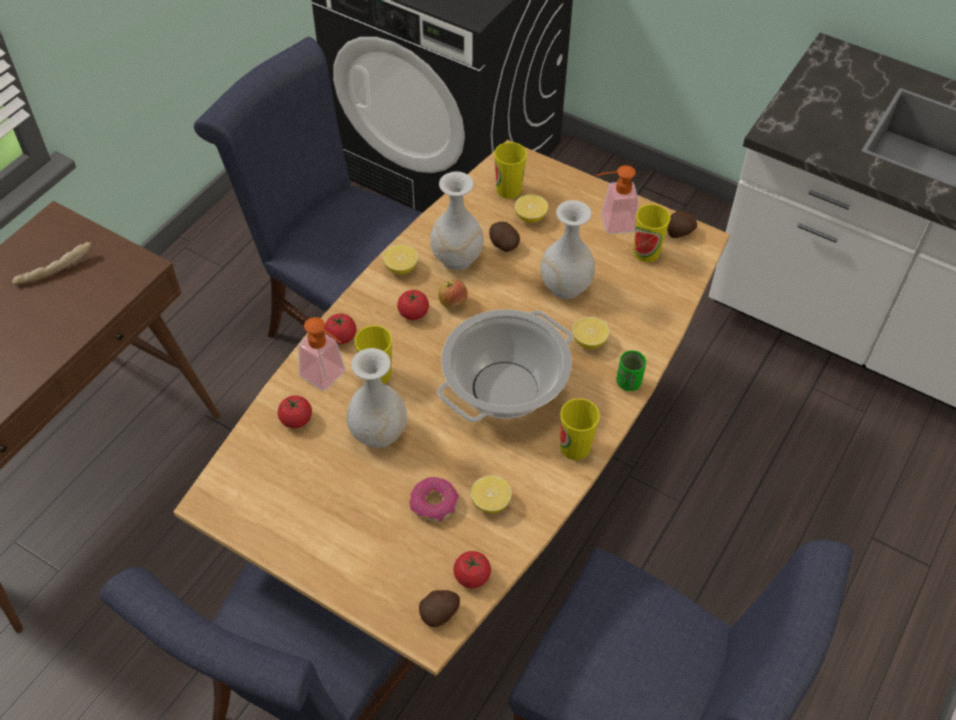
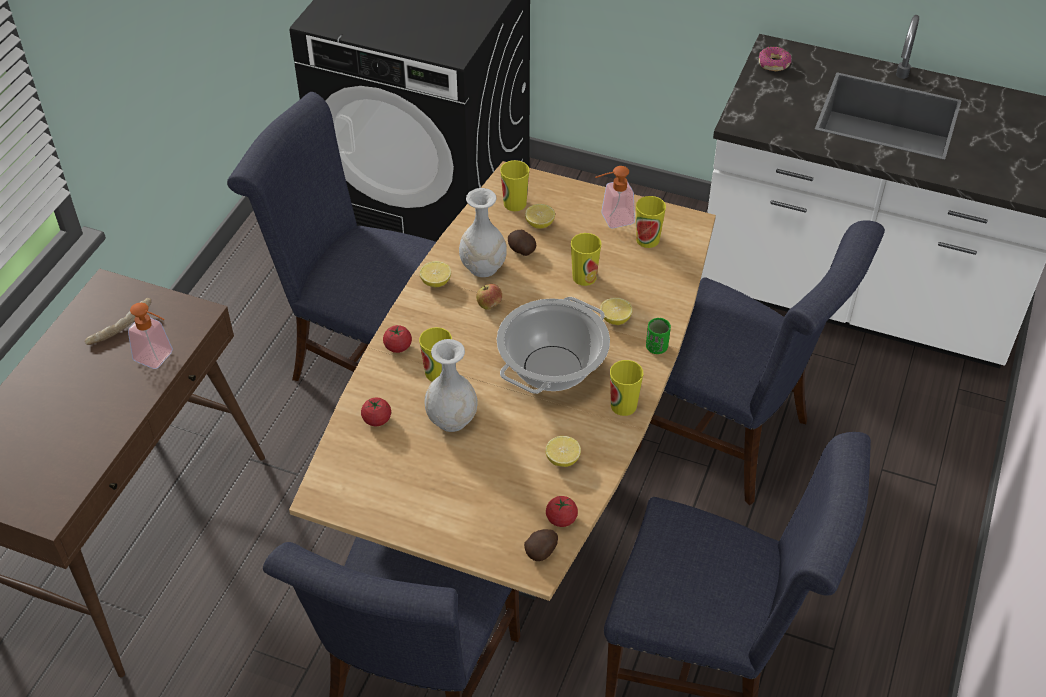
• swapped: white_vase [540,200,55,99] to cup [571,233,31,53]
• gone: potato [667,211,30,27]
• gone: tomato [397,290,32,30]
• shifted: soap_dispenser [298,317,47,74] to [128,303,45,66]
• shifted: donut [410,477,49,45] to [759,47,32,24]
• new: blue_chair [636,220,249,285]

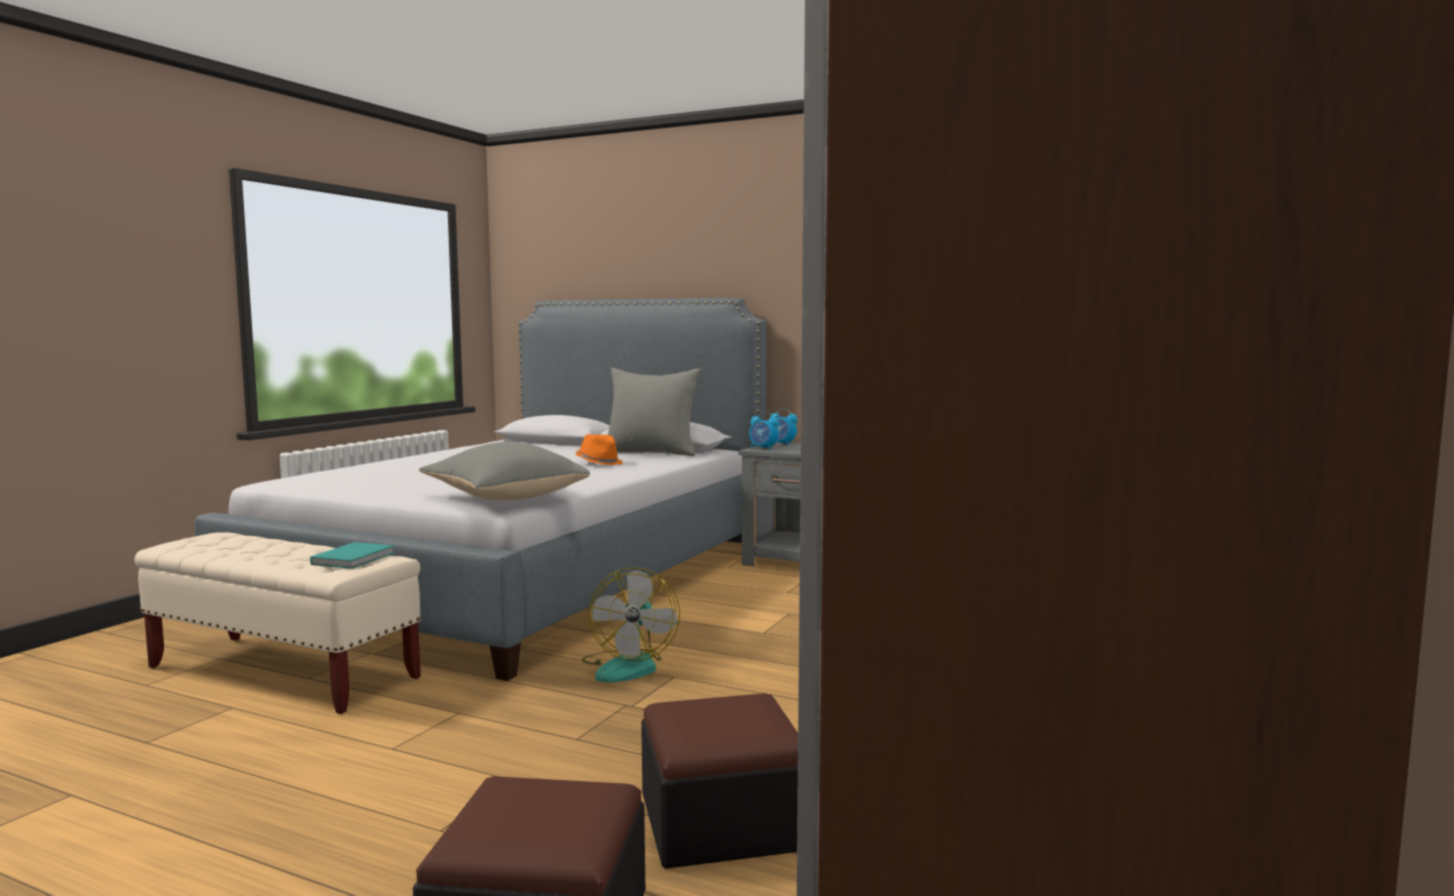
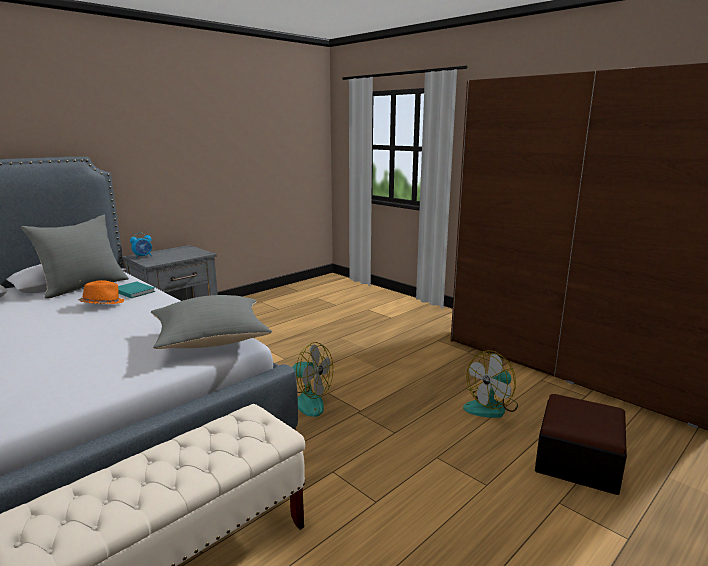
• gone: alarm_clock [749,411,30,39]
• shifted: turquoise_book [310,542,84,27] to [118,281,37,17]
• swapped: ottoman [641,693,157,176] to fan [463,350,55,68]

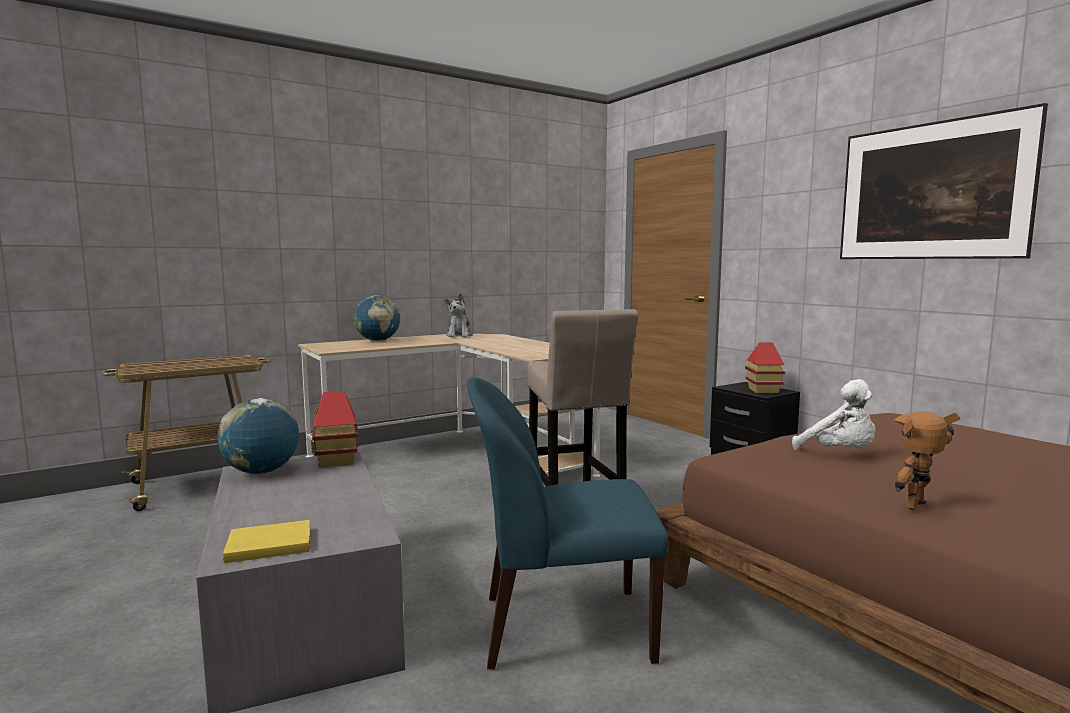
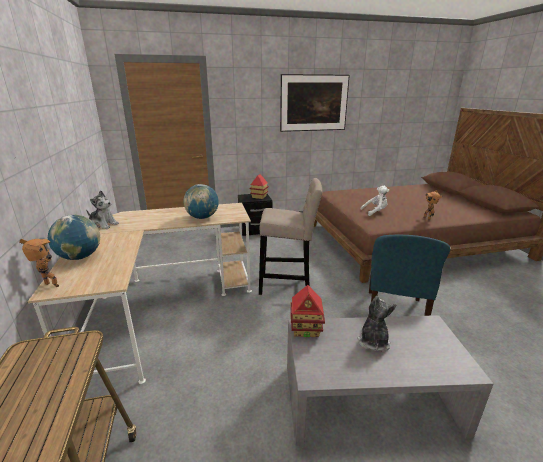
• shifted: globe [218,398,81,76] to [183,184,36,35]
• gone: yellow_book [223,520,87,43]
• new: toy_robot [19,239,40,48]
• new: plush_toy [357,296,40,56]

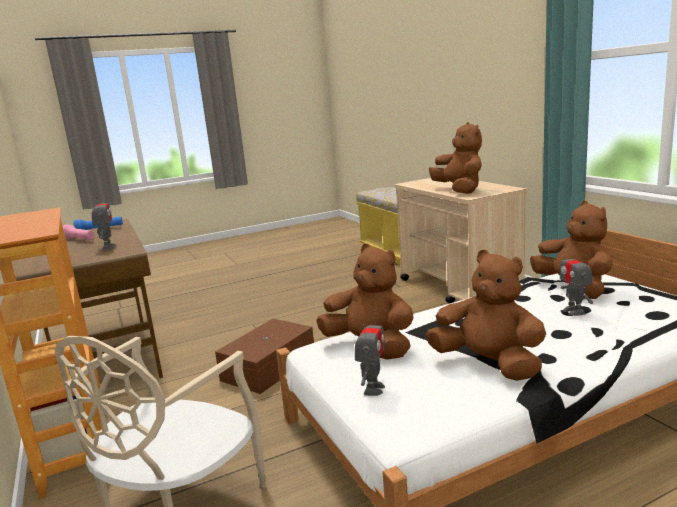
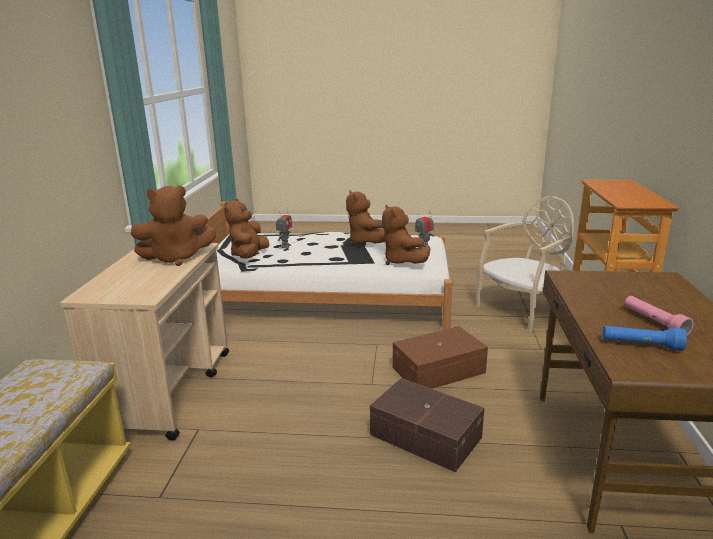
• rotated: brown_plush_toy [429,122,53,72] = [131,186,85,80] 120 degrees counterclockwise
• gone: toy_robot [92,194,25,56]
• new: brown_storage_box [370,378,114,94]

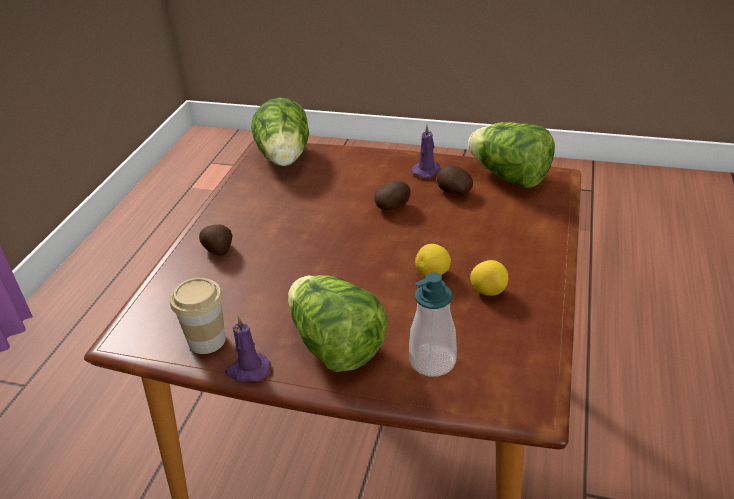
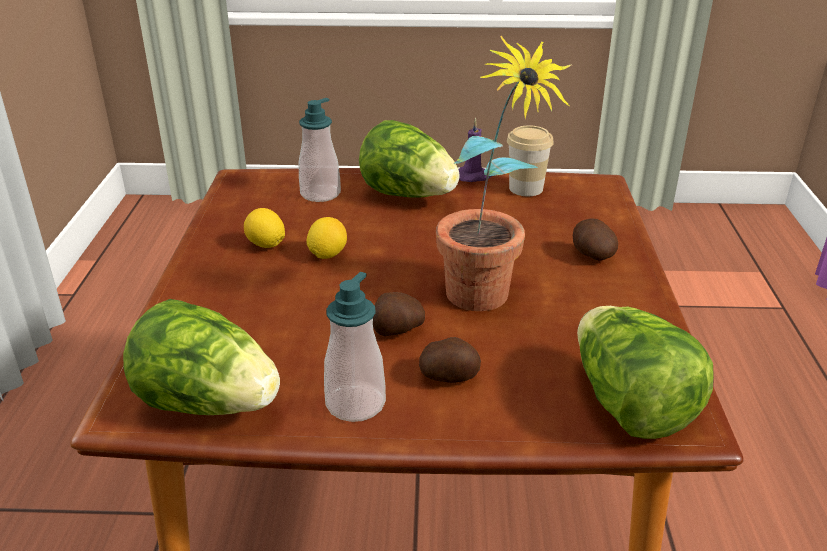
• swapped: purple_candle [412,124,29,54] to soap_dispenser [324,272,62,150]
• shifted: potato [437,165,36,30] to [419,337,62,46]
• new: potted_plant [436,36,135,275]

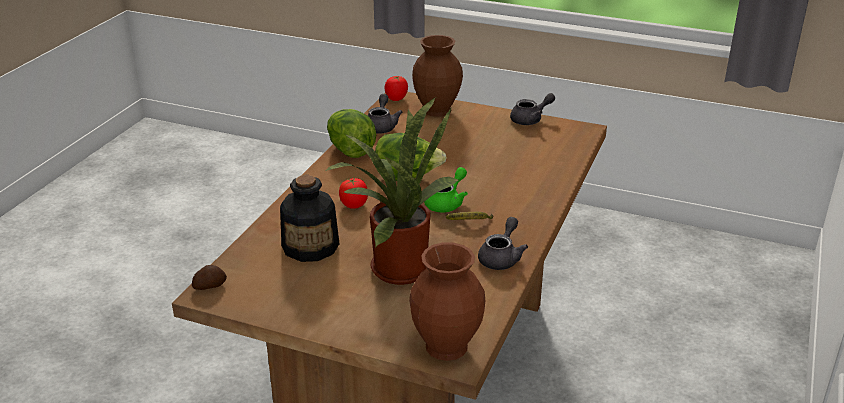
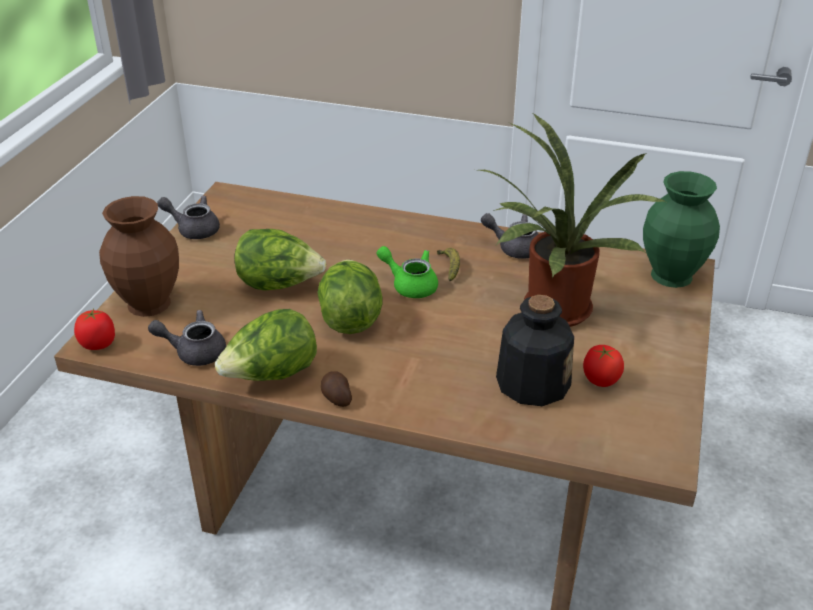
• rotated: grey_teapot [510,93,45,32] = [157,195,63,44] 45 degrees counterclockwise
• shifted: tomato [339,177,29,32] to [583,345,41,42]
• repainted: brown_vase [409,242,76,119] to green_vase [643,171,77,117]
• shifted: potato [192,265,35,25] to [321,371,31,36]
• new: lettuce [234,229,92,61]

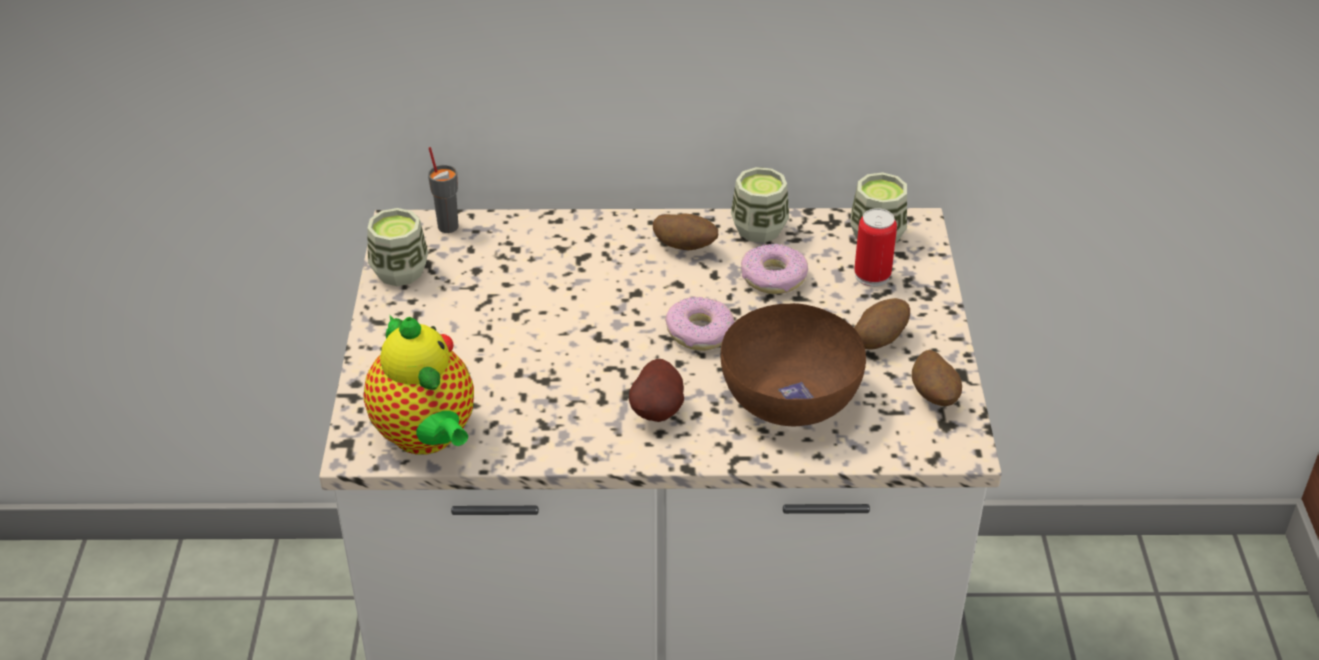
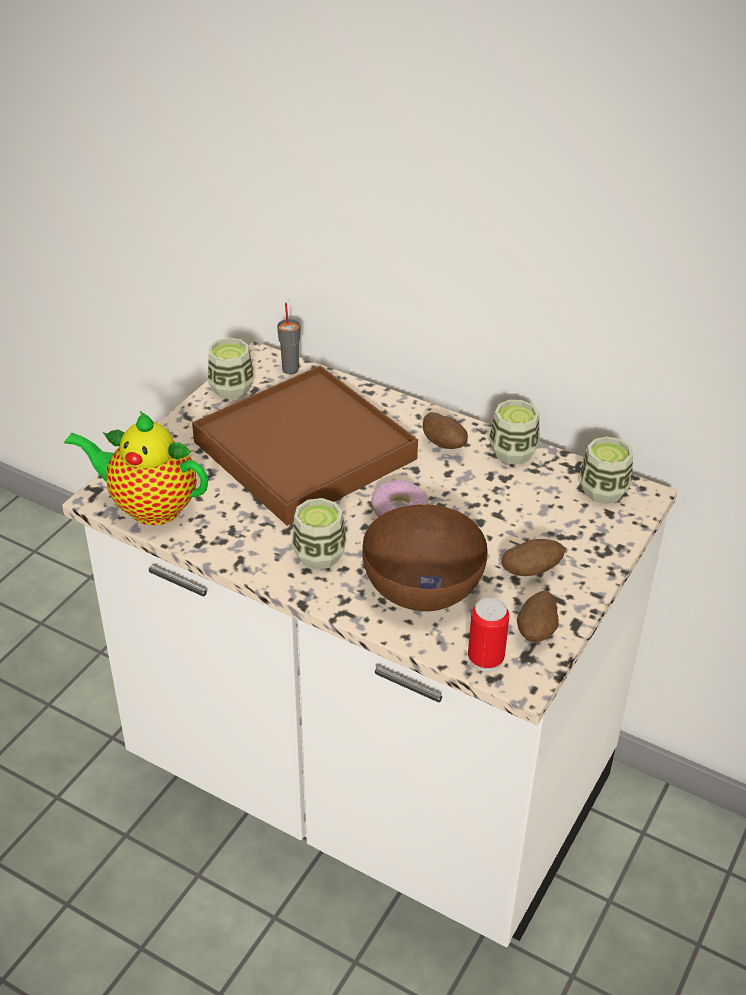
• shifted: can [854,208,43,79] to [468,597,41,75]
• gone: donut [741,243,67,51]
• rotated: teapot [364,315,110,140] = [64,411,144,114] 105 degrees clockwise
• swapped: potato [629,359,55,63] to cup [291,498,55,71]
• new: brown_tray [192,365,226,161]

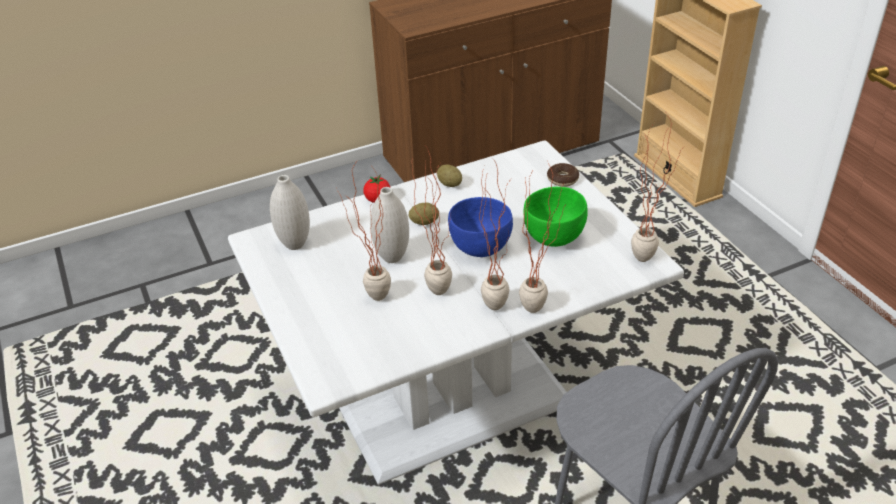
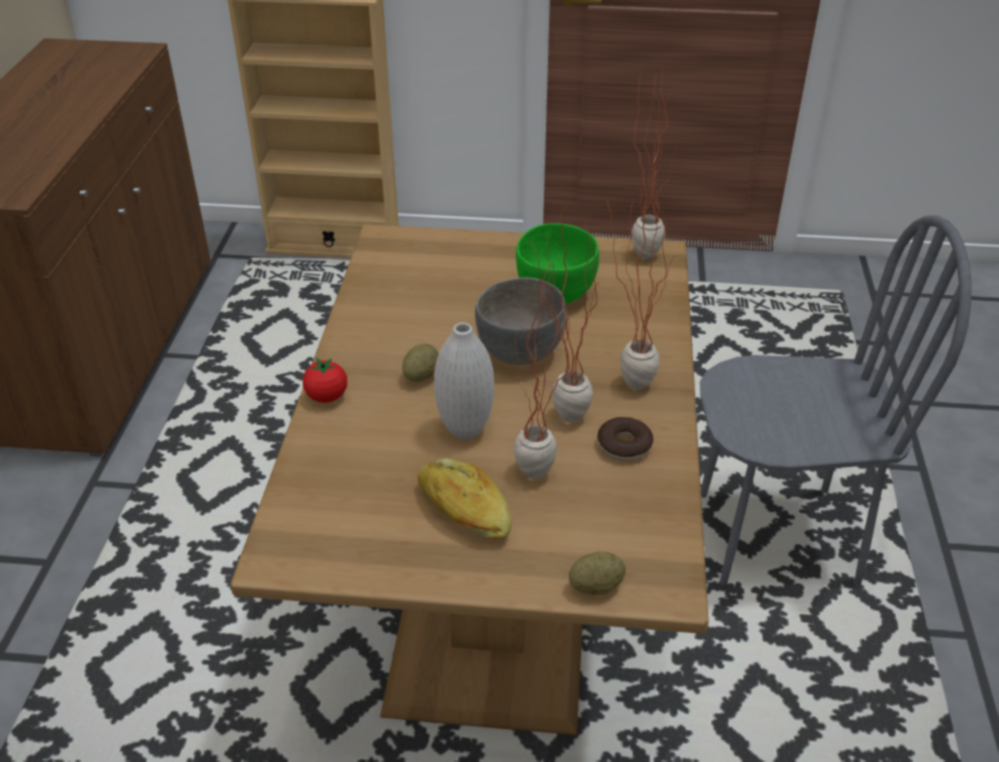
• repainted: white_dining_table [228,140,456,345] to brown_dining_table [230,224,479,511]
• gone: potted_plant [519,160,49,153]
• shifted: donut [547,163,32,24] to [597,417,56,44]
• shifted: potato [437,165,25,22] to [569,551,57,44]
• gone: white_vase [270,175,40,75]
• repainted: blue_bowl [448,197,65,60] to grey_bowl [475,278,92,87]
• new: bread [418,458,94,82]

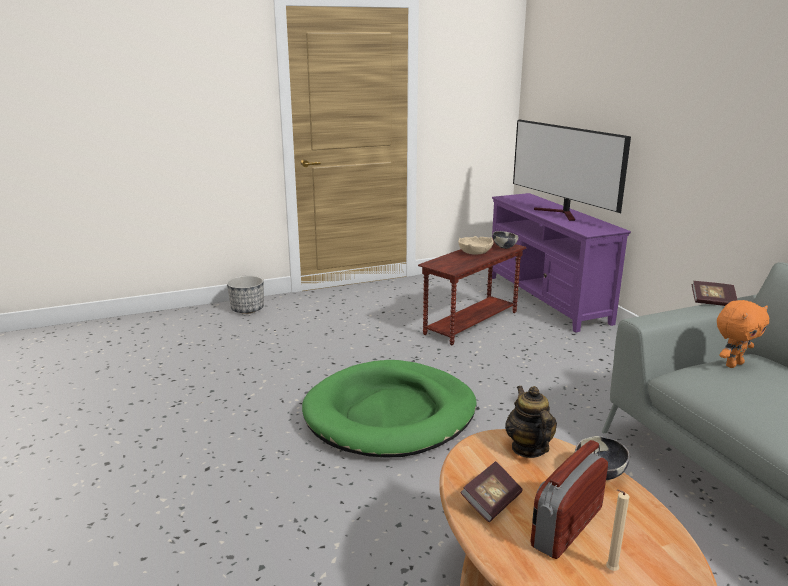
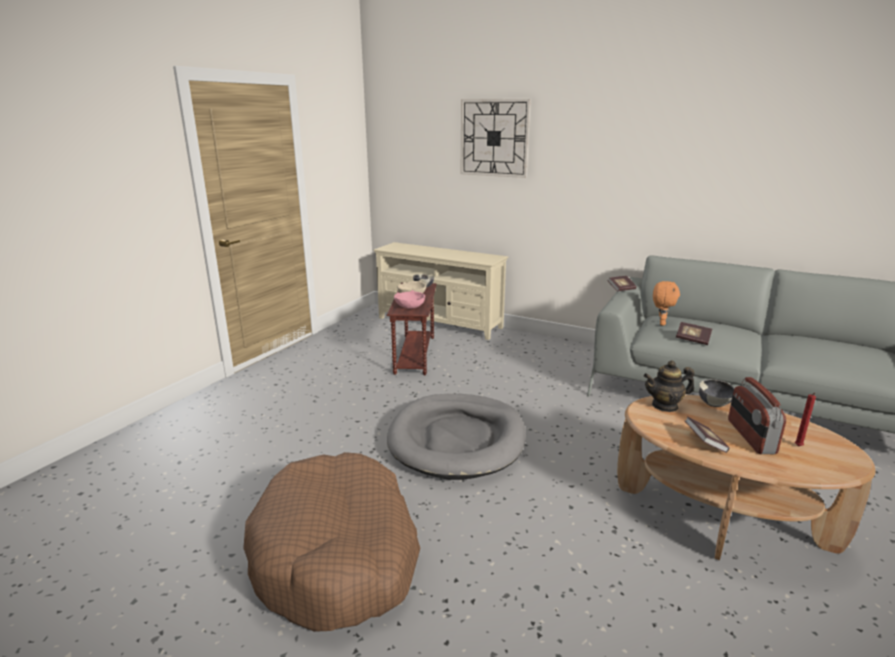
• gone: television [513,119,118,102]
• repainted: purple_tv_stand [492,193,139,140] to beige_tv_stand [374,242,134,98]
• gone: planter [227,275,37,39]
• repainted: green_dog_bed [302,360,175,97] to grey_dog_bed [387,394,139,86]
• rotated: teapot [505,386,52,72] = [644,360,50,52] 45 degrees counterclockwise
• repainted: beige_candle [606,489,23,82] to red_candle [795,393,21,53]
• new: wall_clock [461,99,70,79]
• new: pink_bowl [394,290,31,19]
• new: book [676,322,36,23]
• new: brown_dog_bed [243,452,177,180]

